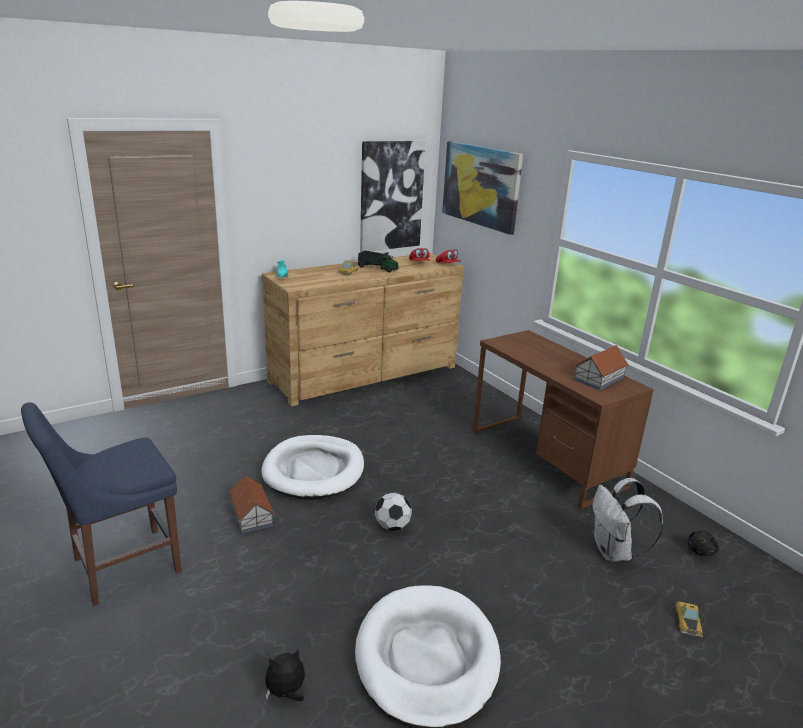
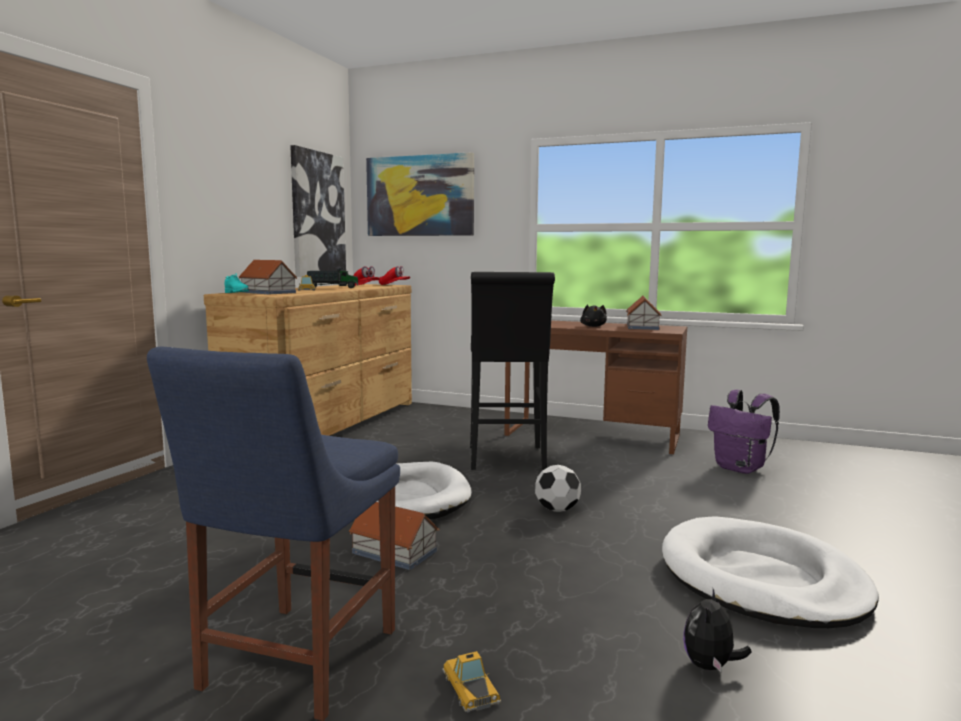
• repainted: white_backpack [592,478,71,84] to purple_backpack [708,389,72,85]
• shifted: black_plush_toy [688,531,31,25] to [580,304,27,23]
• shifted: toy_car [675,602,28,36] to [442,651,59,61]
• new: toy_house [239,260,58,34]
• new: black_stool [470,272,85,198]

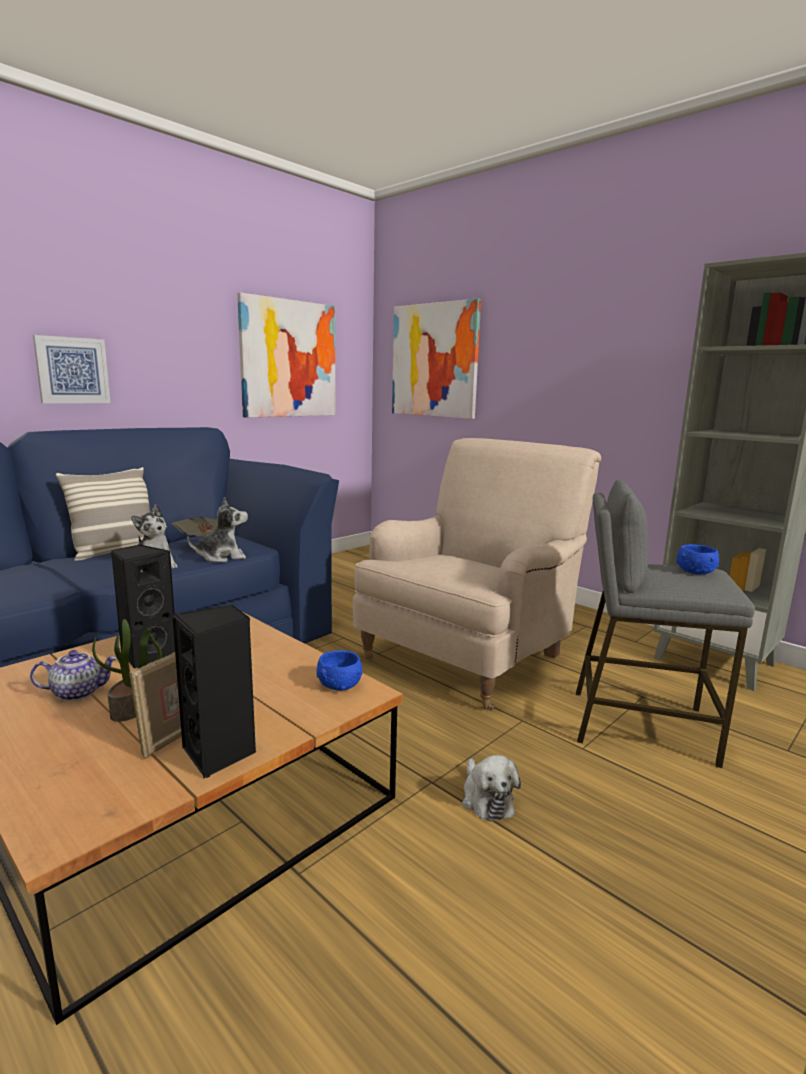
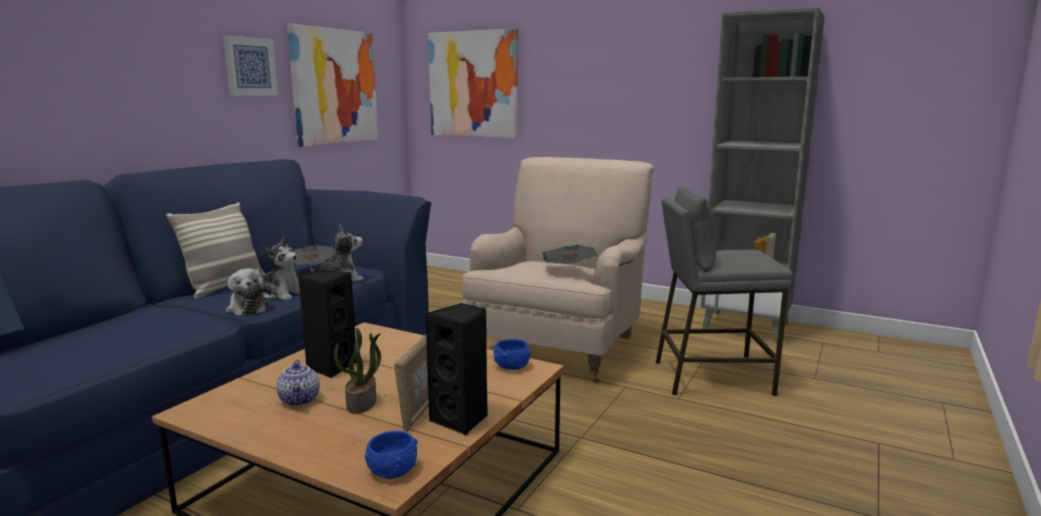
• shifted: picture [33,335,77,68] to [223,35,55,61]
• shifted: blue_bowl [676,544,43,31] to [364,431,54,48]
• rotated: teapot [30,650,87,51] = [277,360,43,46] 105 degrees clockwise
• shifted: plush_toy [462,755,59,66] to [226,269,46,47]
• new: newspaper [542,245,55,19]

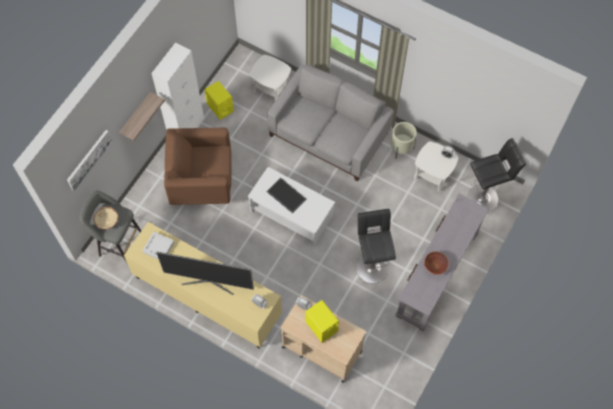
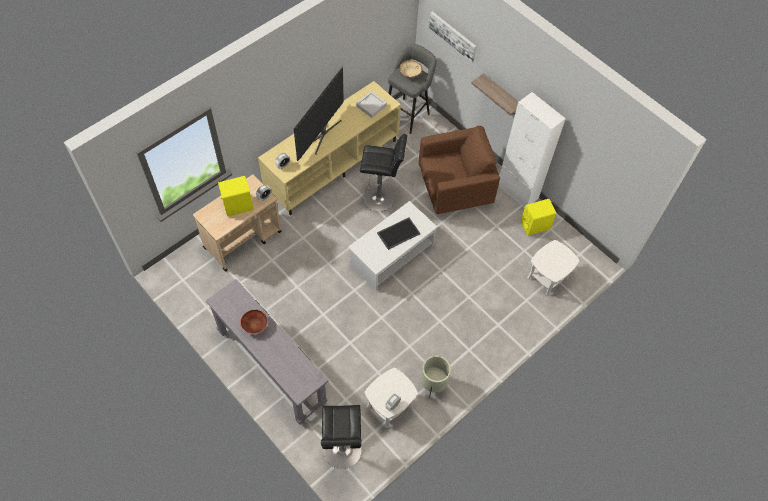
• gone: grey_sofa [267,65,127,116]
• rotated: brown_armchair [164,128,68,77] = [419,126,81,88] 60 degrees clockwise
• shifted: black_stool [357,209,39,74] to [360,134,47,77]

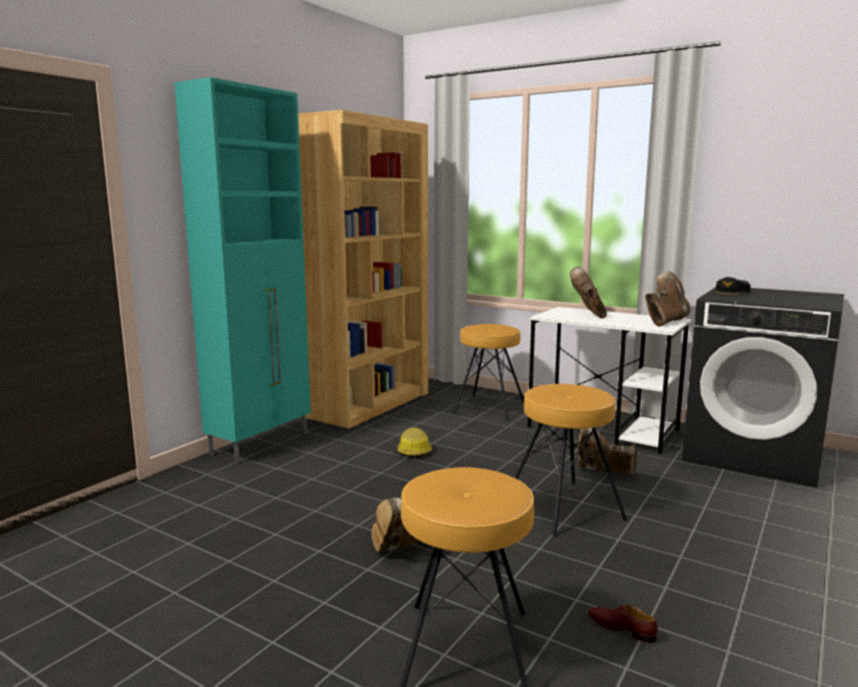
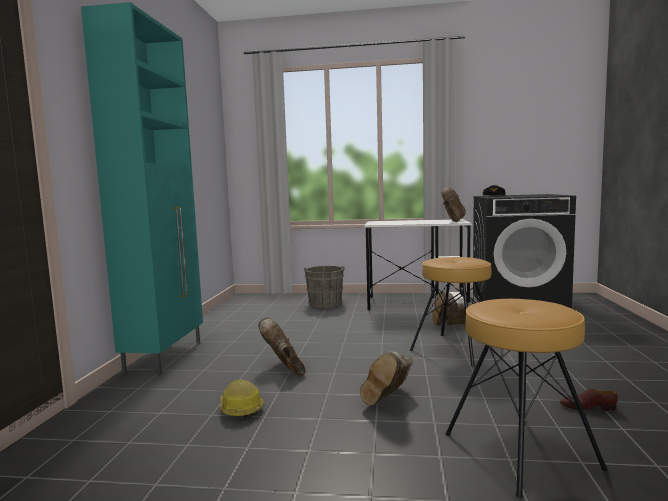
• gone: brown_bookcase [298,110,130,318]
• shifted: brown_boot [570,267,37,51] to [258,317,47,59]
• swapped: brown_stool [453,324,71,97] to grey_bucket [304,266,41,42]
• shifted: hard_hat [397,427,35,32] to [220,379,44,40]

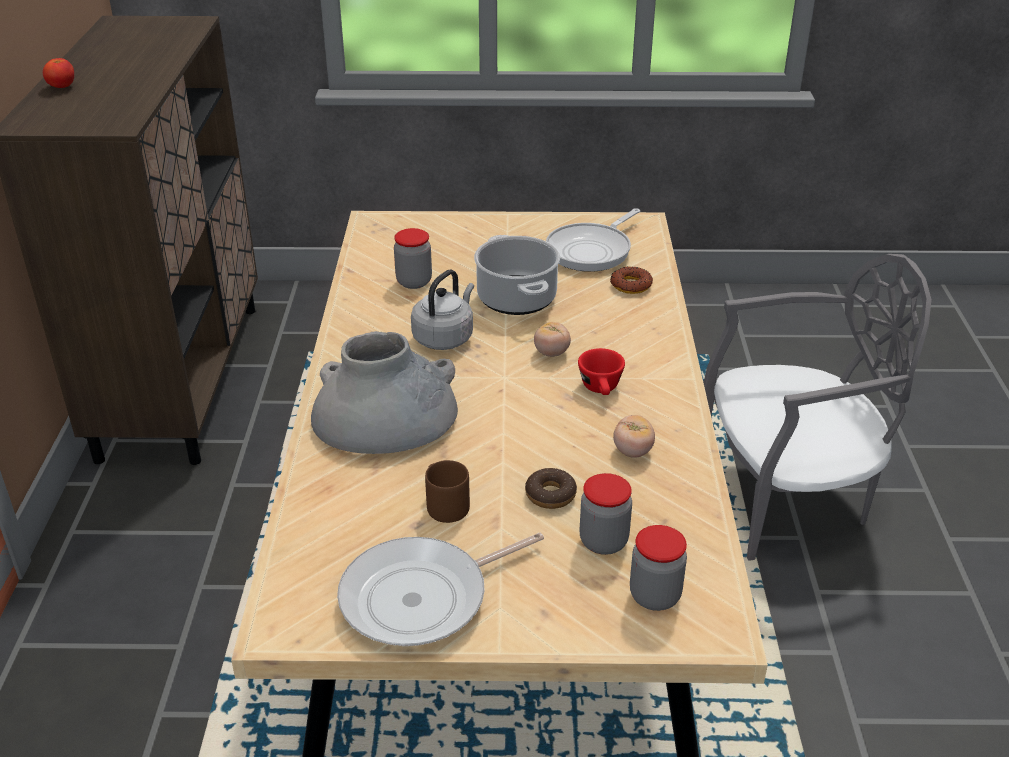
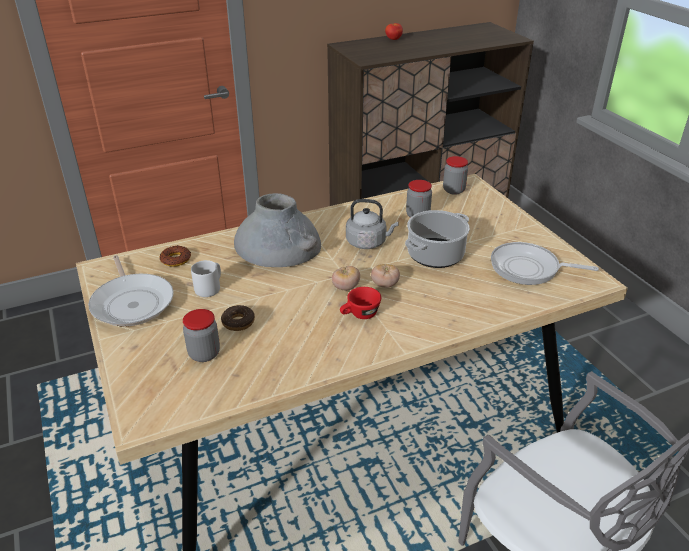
• shifted: donut [610,266,43,28] to [159,245,32,22]
• shifted: tomato [613,415,42,43] to [332,266,28,25]
• repainted: brown_mug [425,460,45,63] to grey_mug [191,260,30,37]
• shifted: jar [630,525,57,86] to [443,156,25,39]
• rotated: frying_pan [337,533,207,113] = [88,255,86,71] 150 degrees counterclockwise

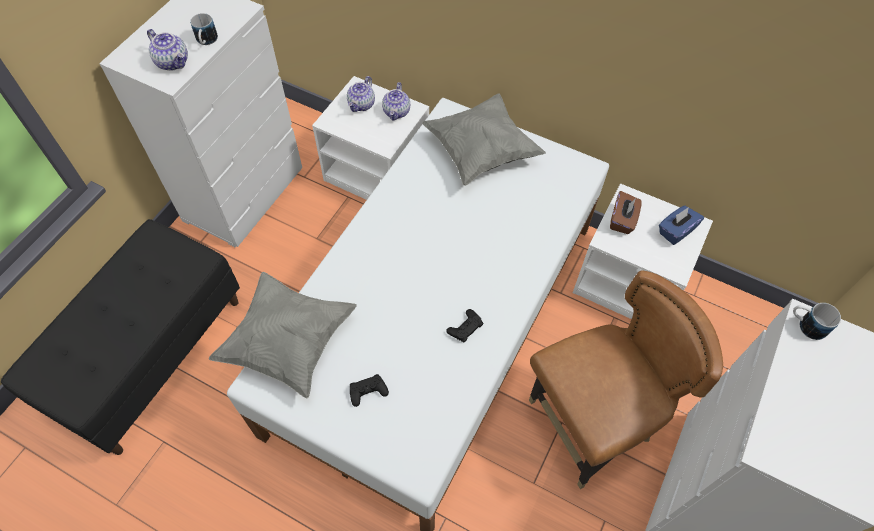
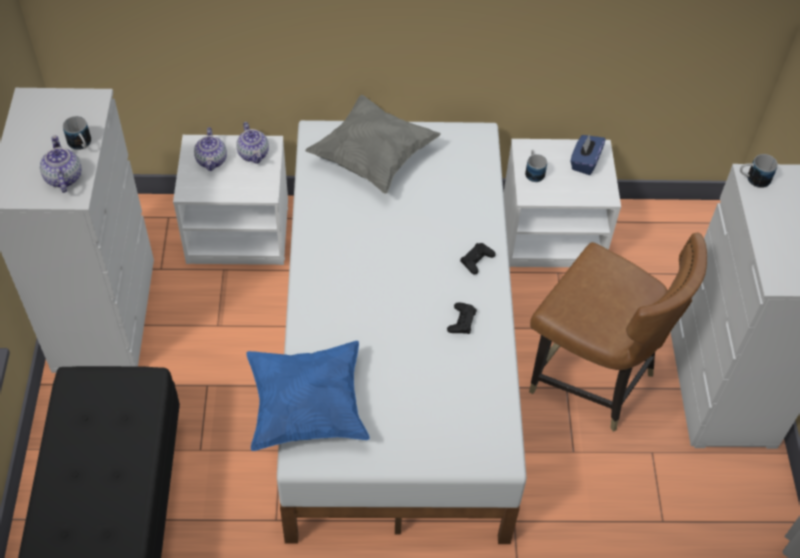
• rotated: teapot [147,29,41,42] = [40,135,41,58] 120 degrees counterclockwise
• swapped: brown_tissue_box [610,191,31,43] to mug [525,150,22,32]
• rotated: brown_chair [529,270,194,219] = [529,233,178,199] 90 degrees clockwise
• repainted: grey_pillow [209,272,148,126] to blue_pillow [246,341,124,110]
• shifted: black_game_controller [350,374,39,33] to [460,243,36,32]

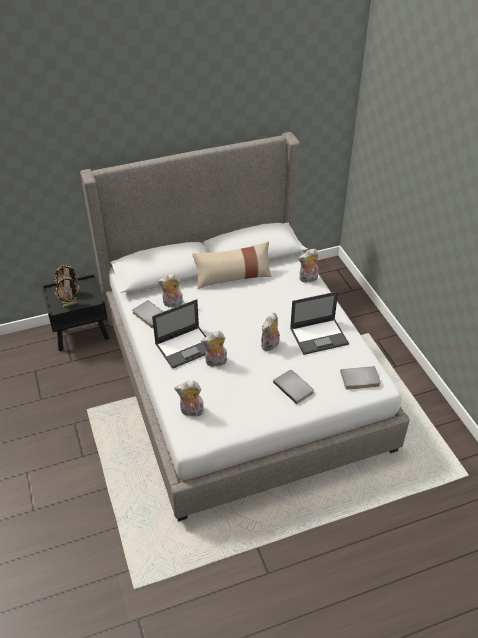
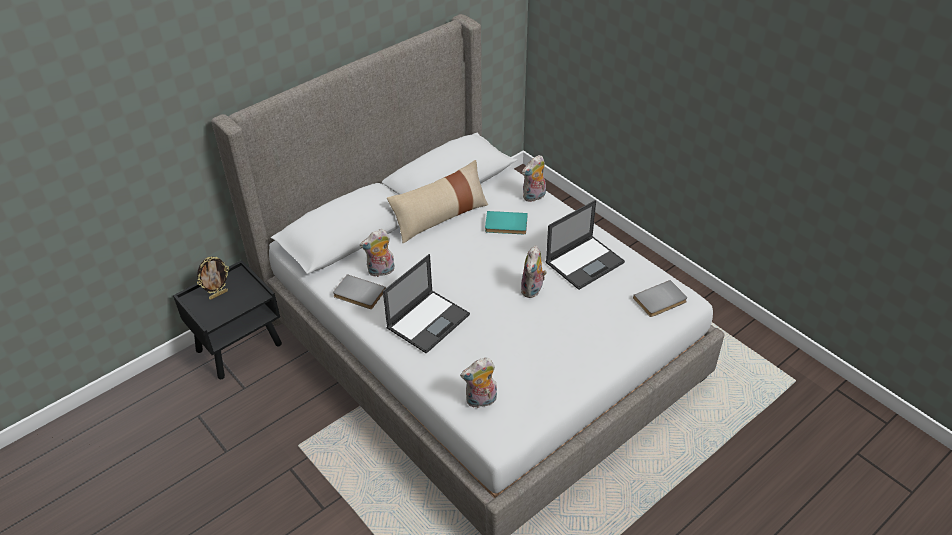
• gone: picture_frame [55,277,24,30]
• gone: plush_toy [201,331,26,36]
• gone: grey_book [273,370,41,34]
• new: turquoise_book [485,211,43,23]

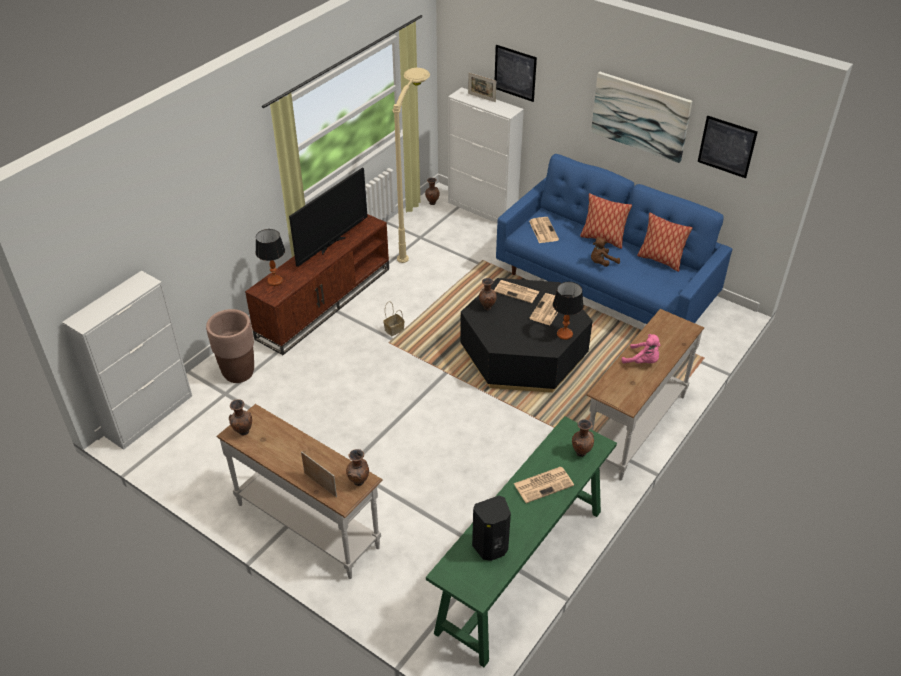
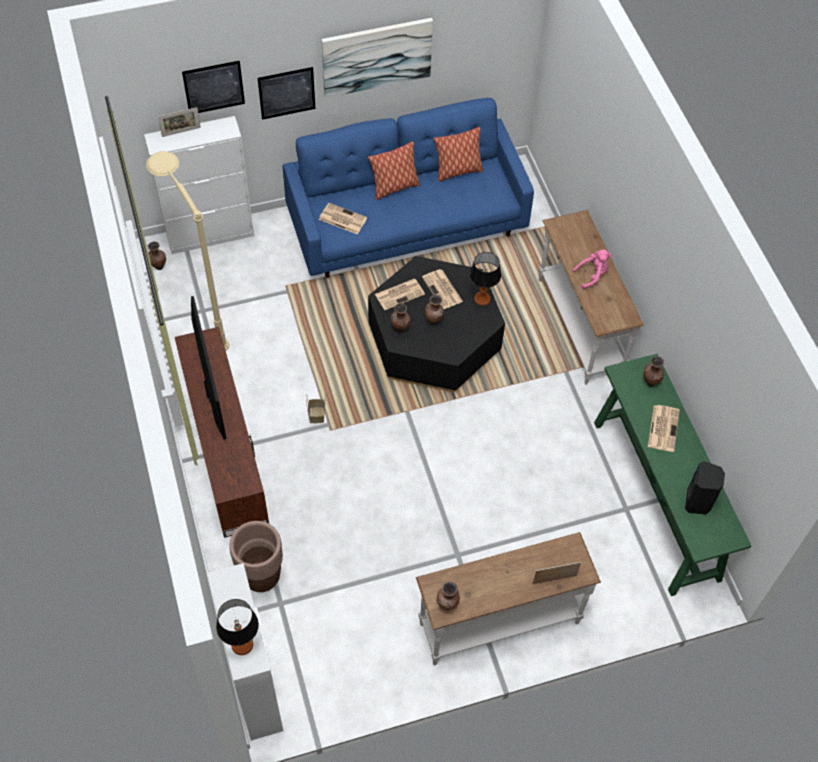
• shifted: picture [698,115,60,63] to [258,67,57,53]
• shifted: table_lamp [256,229,29,57] to [216,599,43,56]
• gone: brown_plush_toy [591,237,29,30]
• shifted: brown_vase [346,449,23,37] to [425,295,19,29]

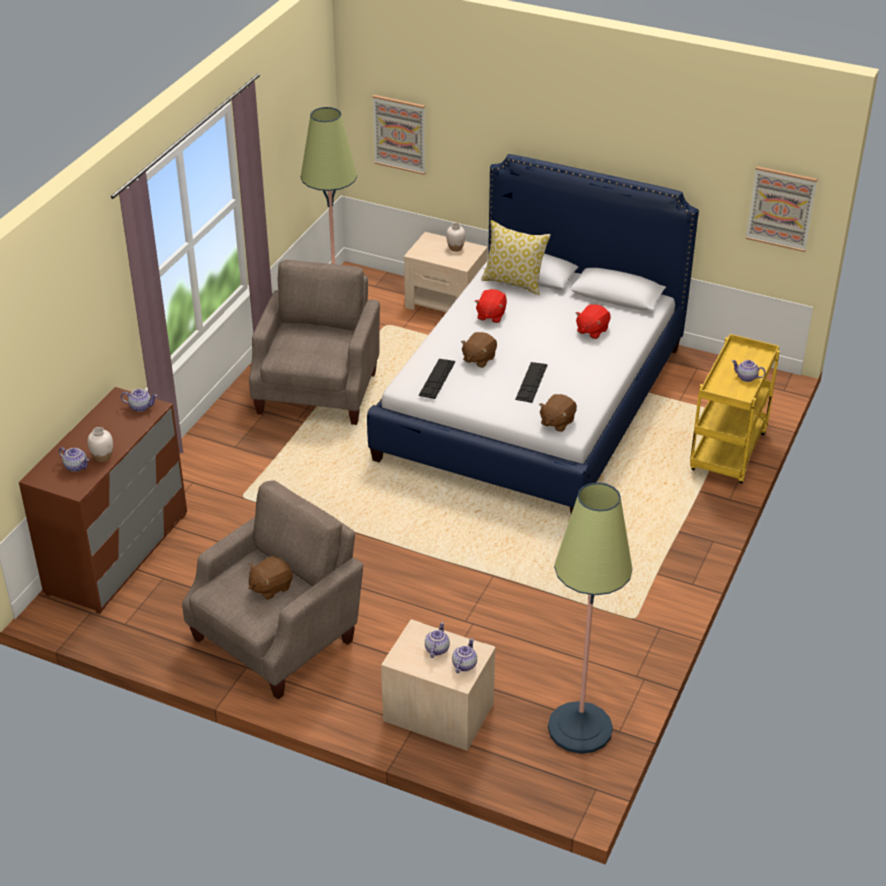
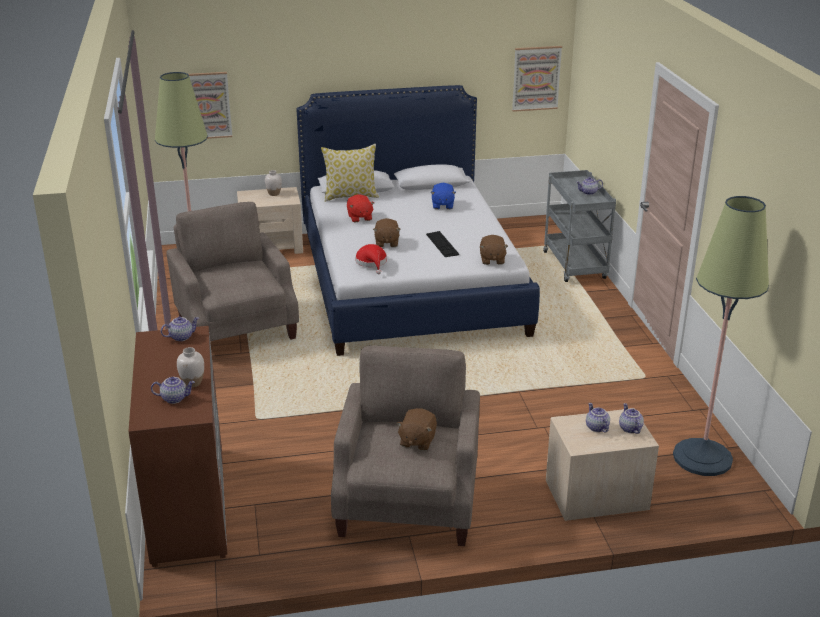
• repainted: red_plush_toy [576,304,35,35] to blue_plush_toy [431,183,25,26]
• repainted: yellow_cart [690,334,90,150] to grey_cart [543,170,73,112]
• swapped: keyboard [418,359,37,40] to red_hat [355,244,32,30]

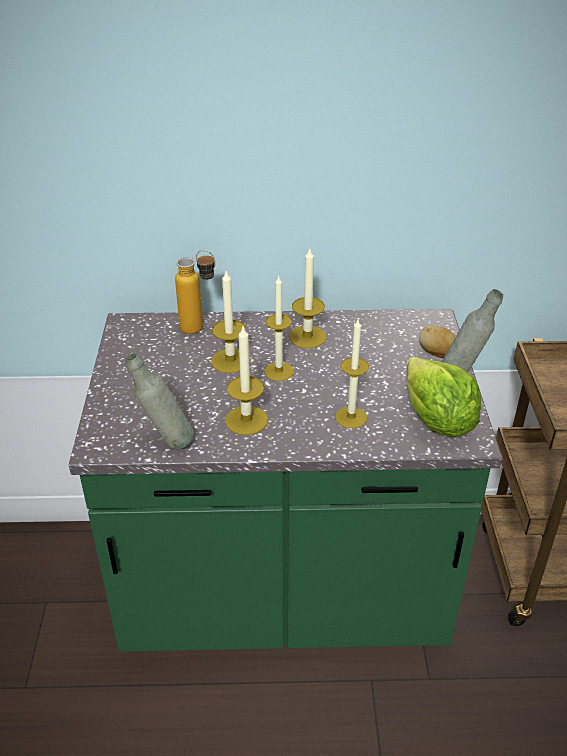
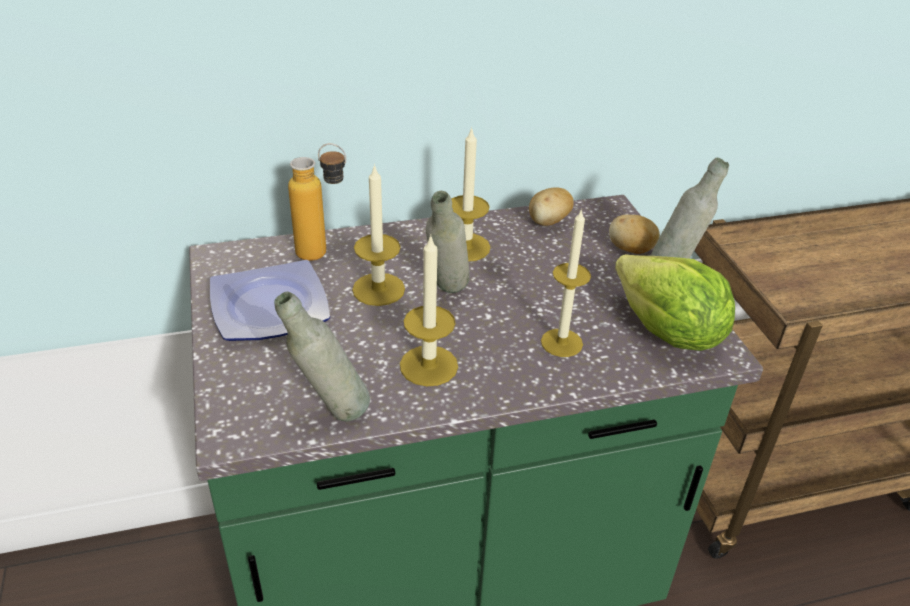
• swapped: candle [264,275,30,106] to grey_bottle [426,191,43,102]
• new: potato [529,187,45,39]
• new: plate [210,260,120,81]

